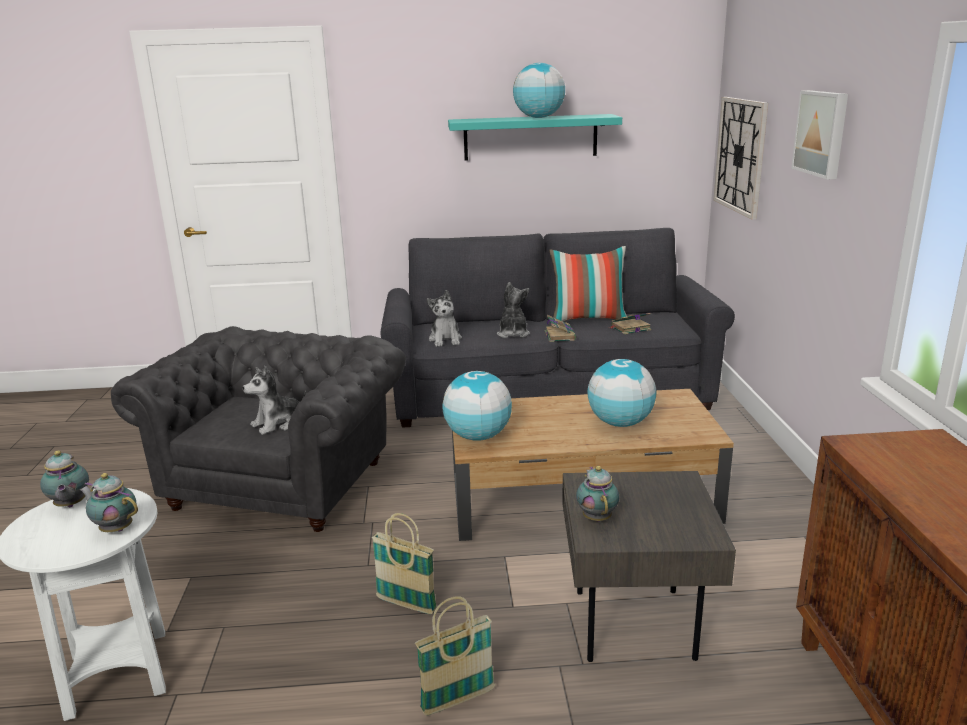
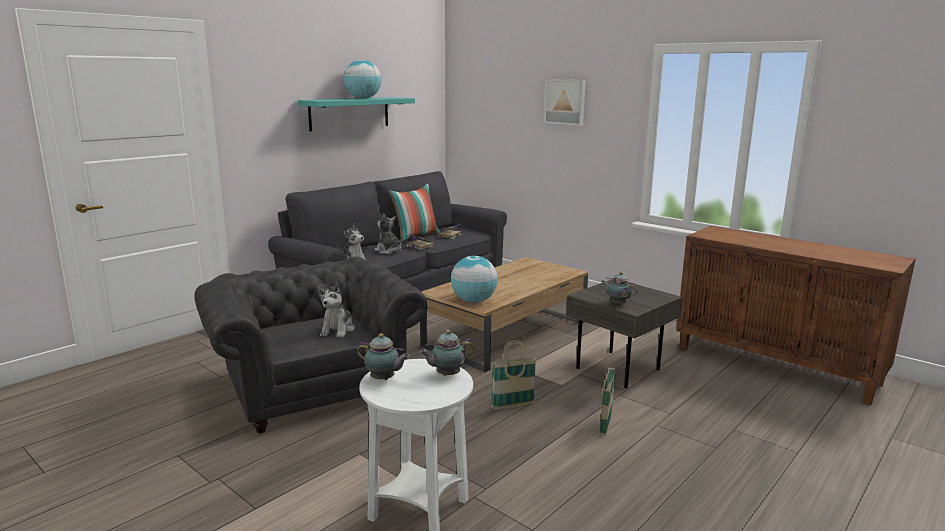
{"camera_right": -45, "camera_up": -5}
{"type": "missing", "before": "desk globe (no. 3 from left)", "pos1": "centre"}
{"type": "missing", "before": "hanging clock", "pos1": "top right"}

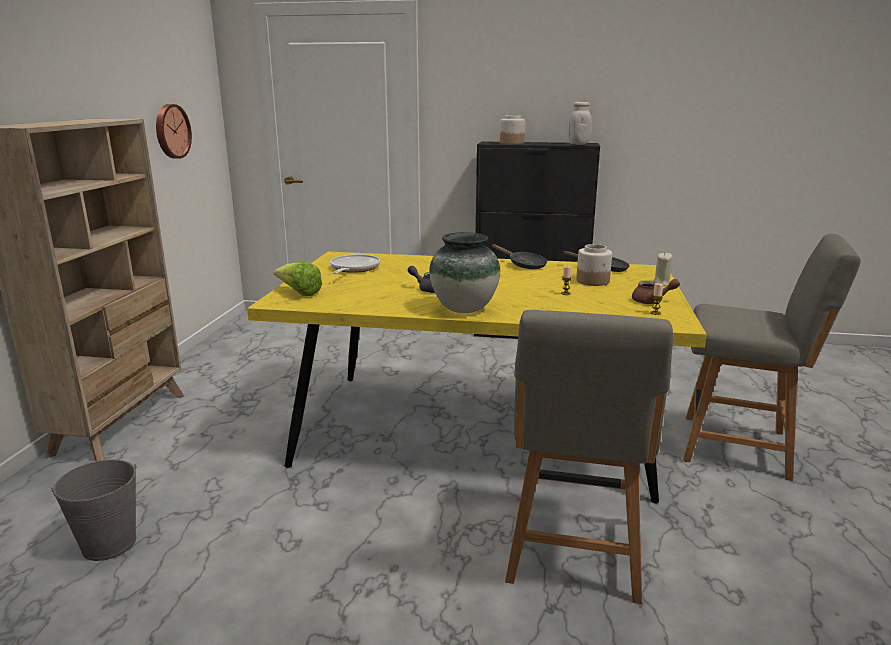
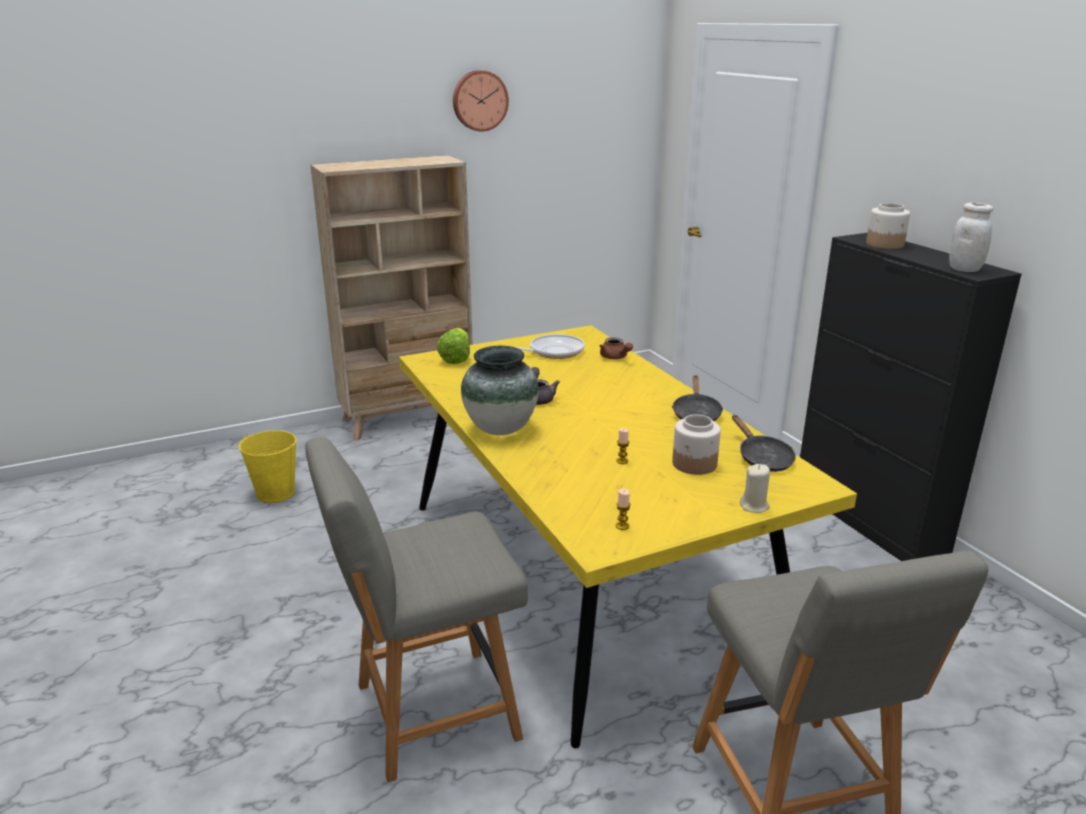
{"camera_right": 55, "camera_up": 5}
{"type": "colour", "before": "pail/grey", "after": "pail/yellow", "pos1": "bottom left", "pos2": "middle left"}
{"type": "relocated", "before": "hanging clock", "pos1": "top left", "pos2": "top centre"}
{"type": "relocated", "before": "pot for tea/brown", "pos1": "middle right", "pos2": "centre"}

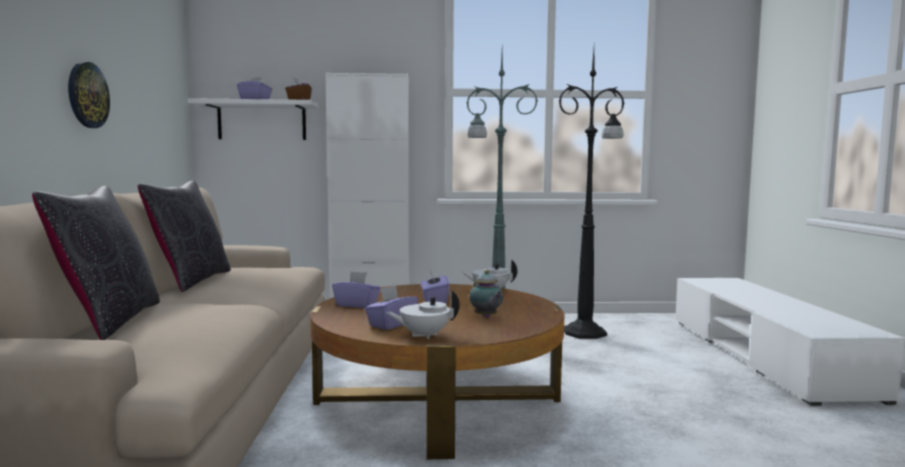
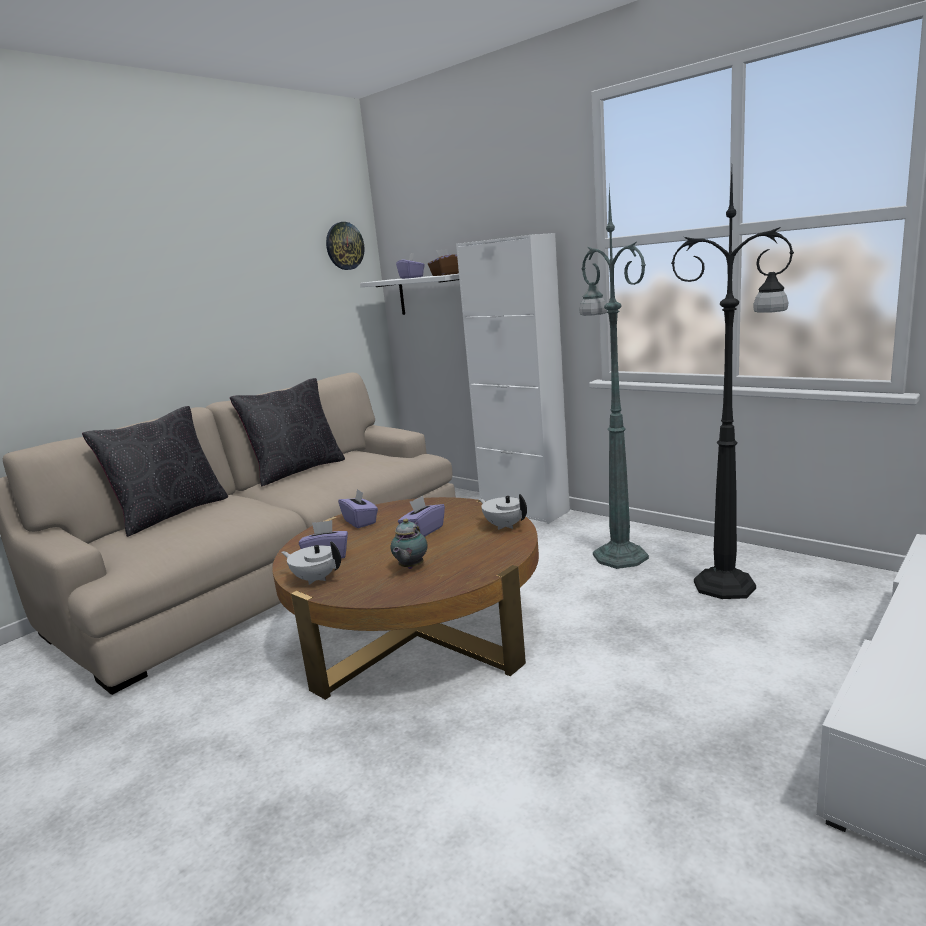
{"camera_right": 45, "camera_up": 10}
{"type": "relocated", "before": "hanging clock", "pos1": "top left", "pos2": "top centre"}

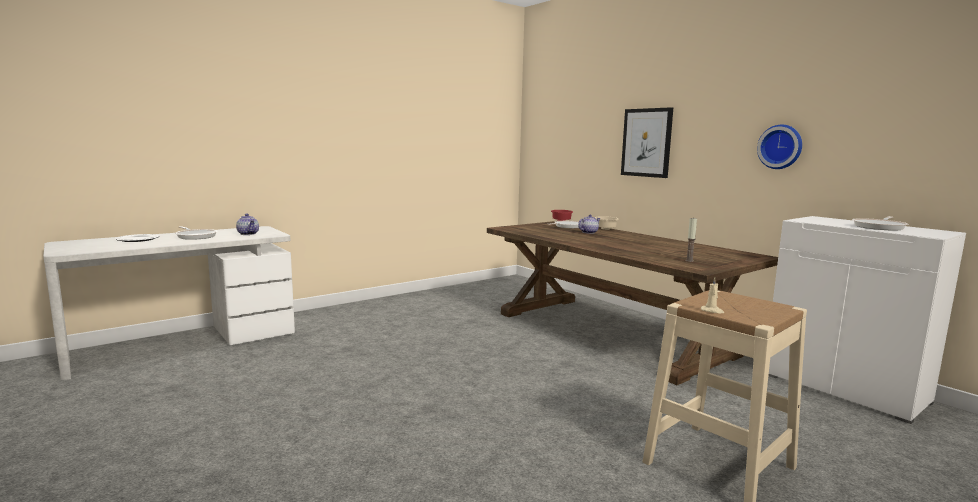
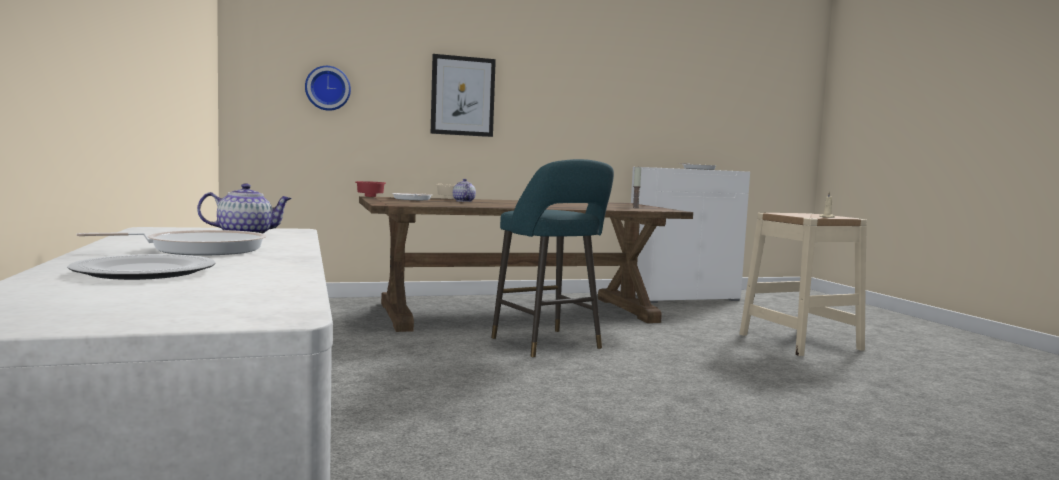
{"camera_right": -70, "camera_up": -5}
{"type": "relocated", "before": "hanging clock", "pos1": "top right", "pos2": "top left"}
{"type": "appeared", "after": "stool/blue-green", "pos2": "centre"}

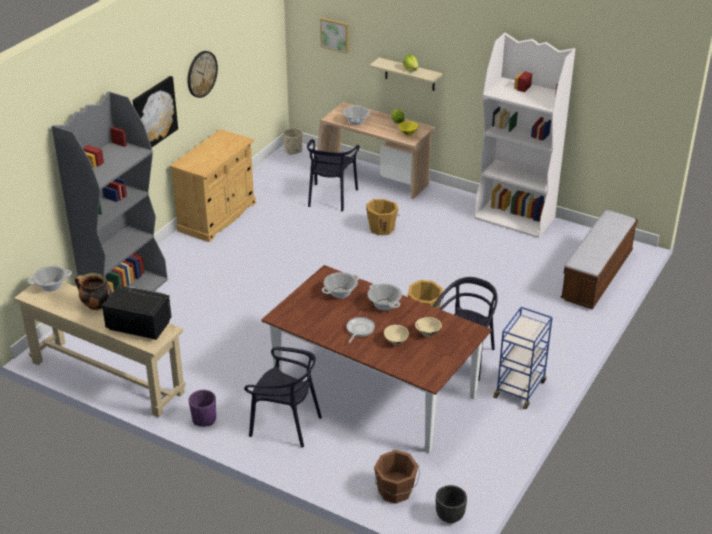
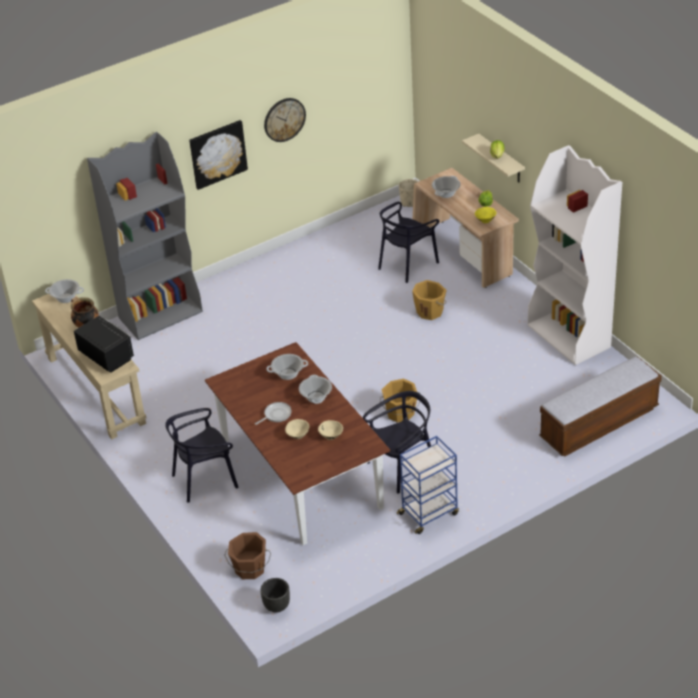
{"camera_right": 30, "camera_up": 5}
{"type": "missing", "before": "cupboard/beige-coloured", "pos1": "middle left"}
{"type": "missing", "before": "planter/purple", "pos1": "bottom left"}
{"type": "spun", "before": "plain chair/black (no. 1 from left)", "pos1": "bottom centre", "pos2": "middle left", "turn": 105}
{"type": "missing", "before": "wall art (no. 2 from left)", "pos1": "top centre"}

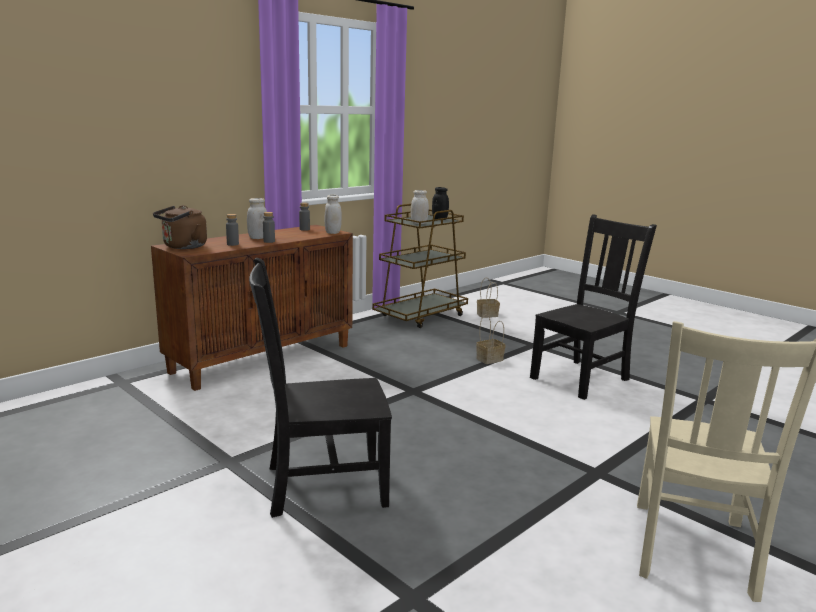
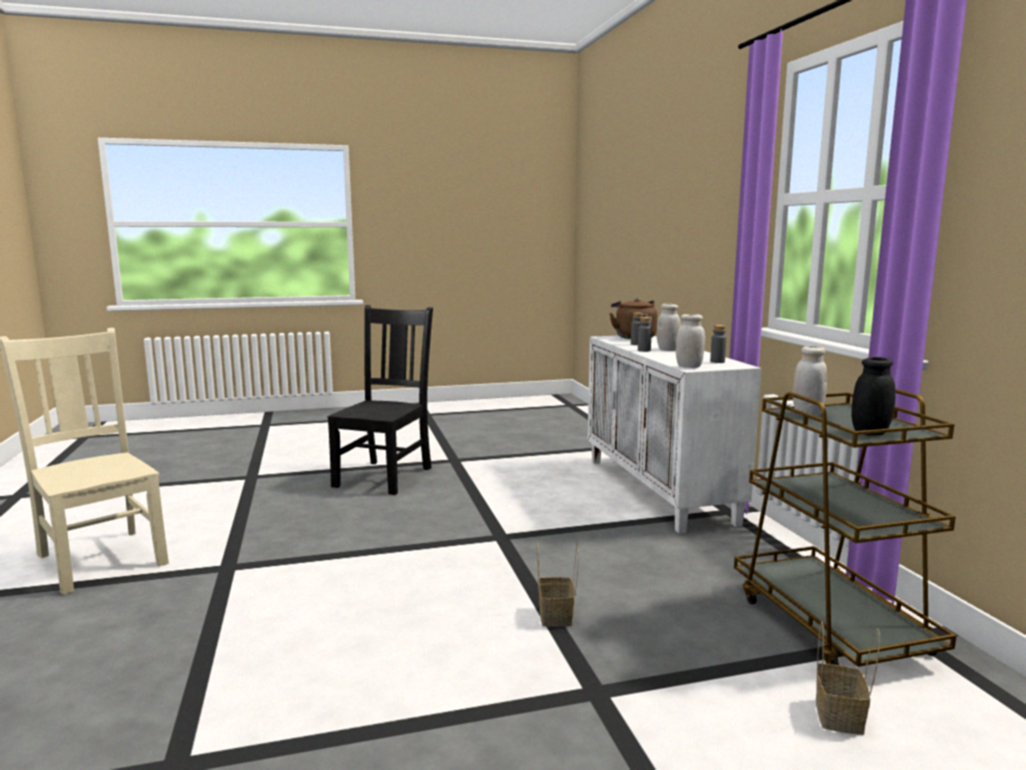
{"camera_right": 120, "camera_up": -5}
{"type": "colour", "before": "cupboard/brown", "after": "cupboard/white", "pos1": "middle left", "pos2": "centre"}
{"type": "missing", "before": "plain chair/black (no. 2 from left)", "pos1": "middle right"}

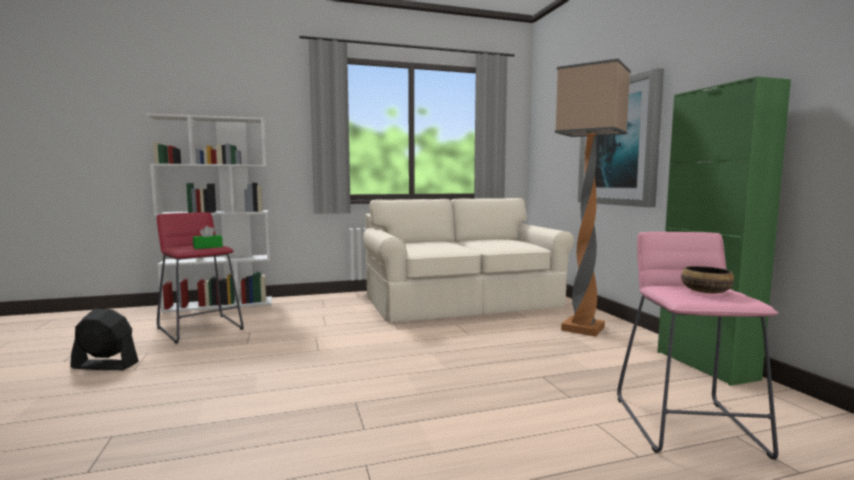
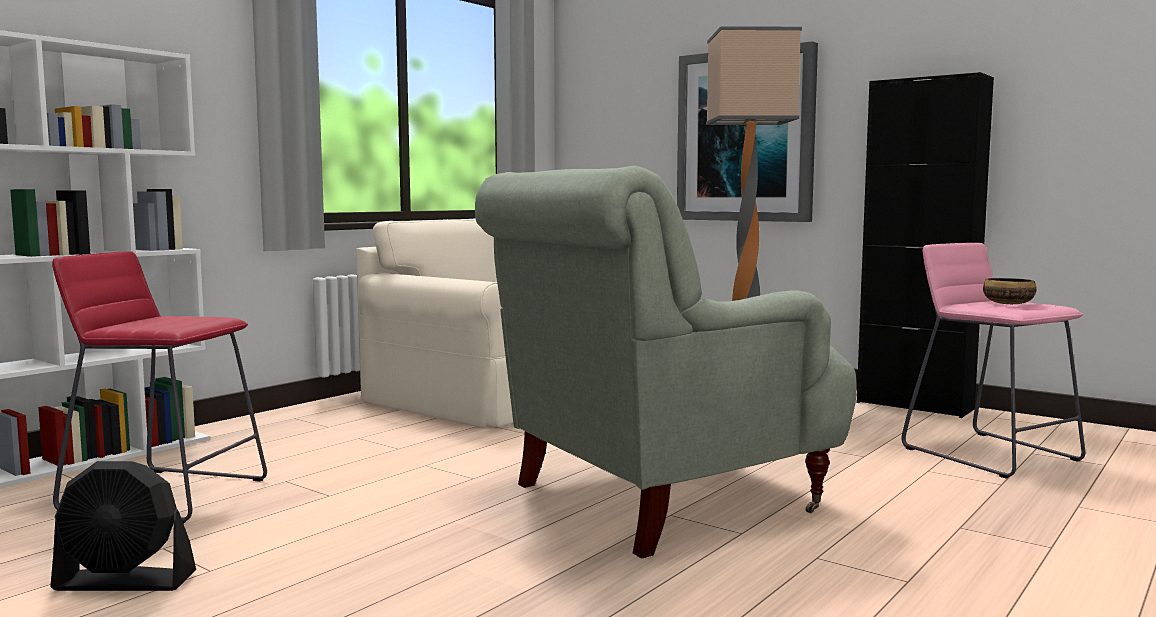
{"camera_right": -35, "camera_up": 0}
{"type": "spun", "before": "cooling fan/black", "pos1": "bottom left", "pos2": "bottom left", "turn": -150}
{"type": "missing", "before": "box of tissues/green-coloured", "pos1": "middle left"}
{"type": "colour", "before": "cupboard/green-coloured", "after": "cupboard/black", "pos1": "middle right", "pos2": "middle right"}
{"type": "appeared", "after": "easy chair/grey", "pos2": "centre"}

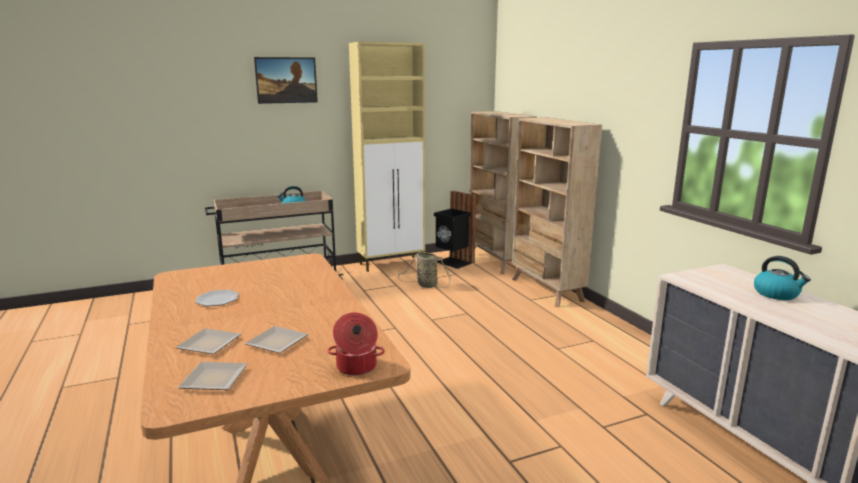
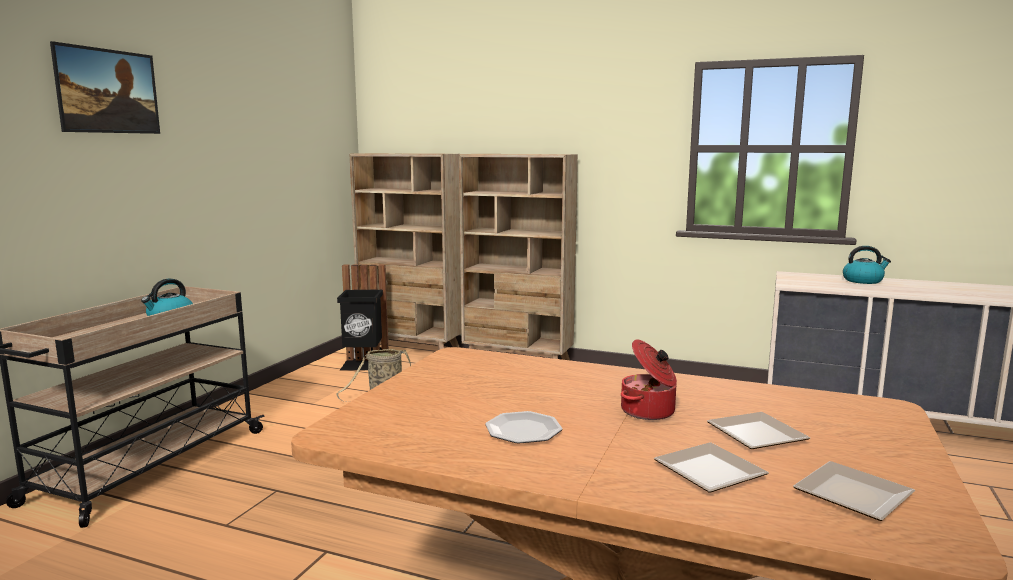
{"camera_right": -45, "camera_up": -5}
{"type": "relocated", "before": "saucepot", "pos1": "bottom centre", "pos2": "centre"}
{"type": "missing", "before": "cupboard/beige-coloured", "pos1": "top centre"}

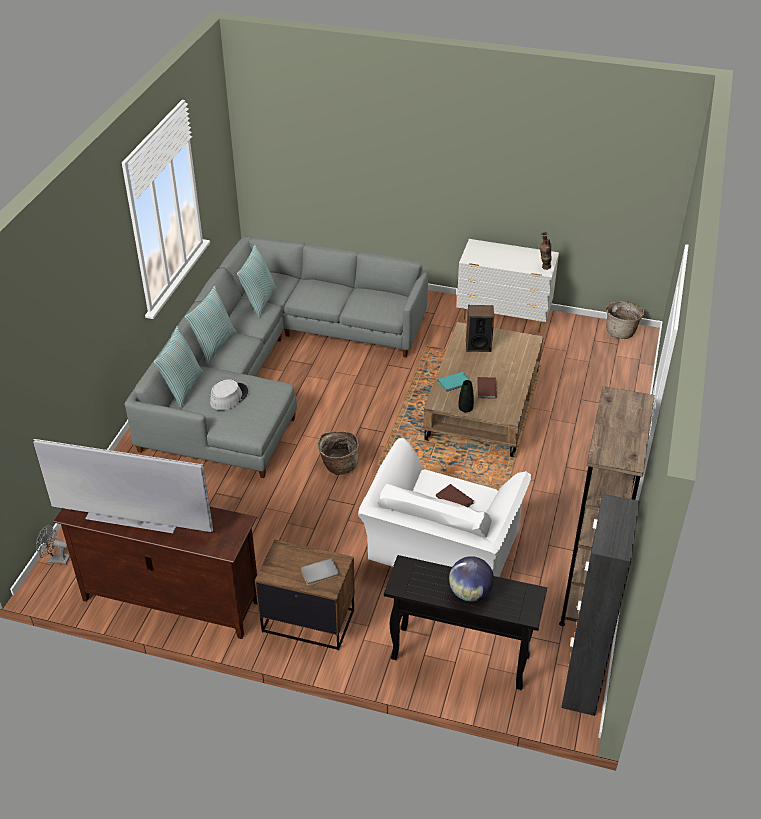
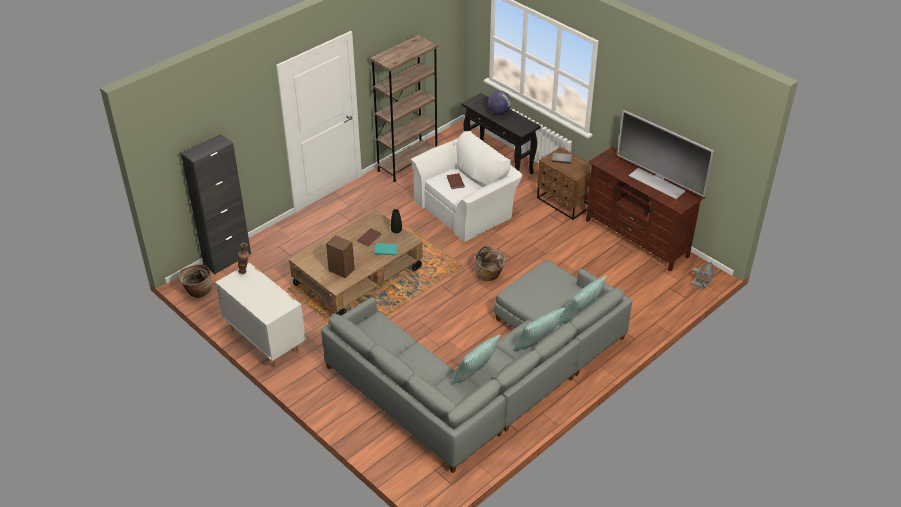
{"camera_right": -150, "camera_up": 0}
{"type": "missing", "before": "wearable hat/grey", "pos1": "middle left"}
{"type": "relocated", "before": "cupboard/black", "pos1": "bottom right", "pos2": "middle left"}

